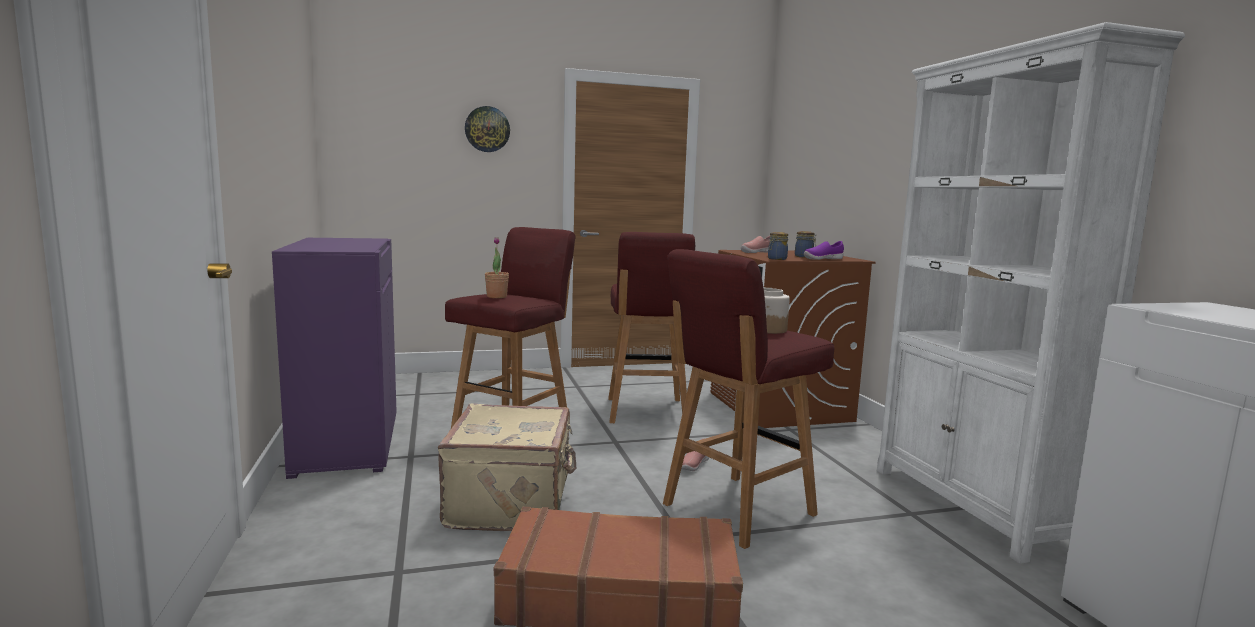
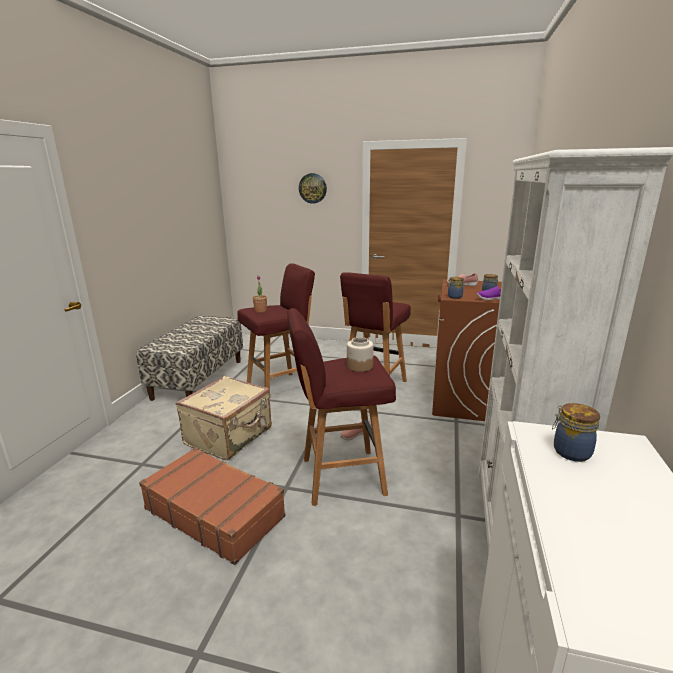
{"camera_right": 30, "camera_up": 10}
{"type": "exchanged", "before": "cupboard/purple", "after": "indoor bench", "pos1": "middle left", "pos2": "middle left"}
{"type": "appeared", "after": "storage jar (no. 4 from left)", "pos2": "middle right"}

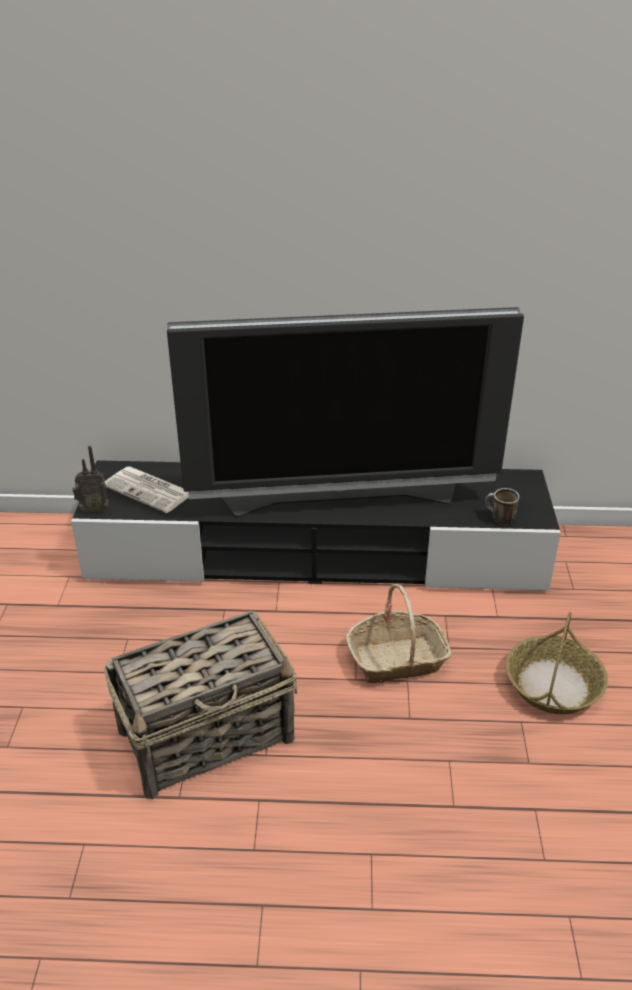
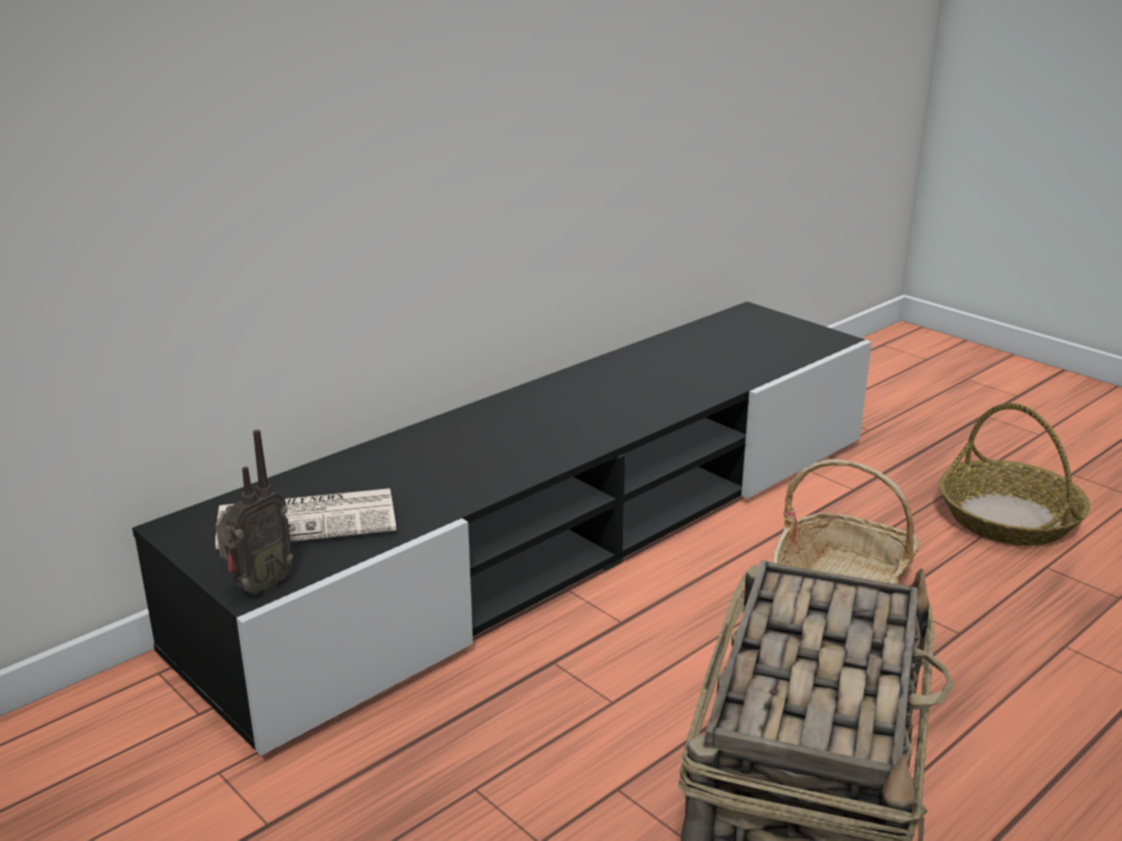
{"camera_right": -45, "camera_up": -10}
{"type": "missing", "before": "TV set", "pos1": "centre"}
{"type": "missing", "before": "coffee mug", "pos1": "middle right"}

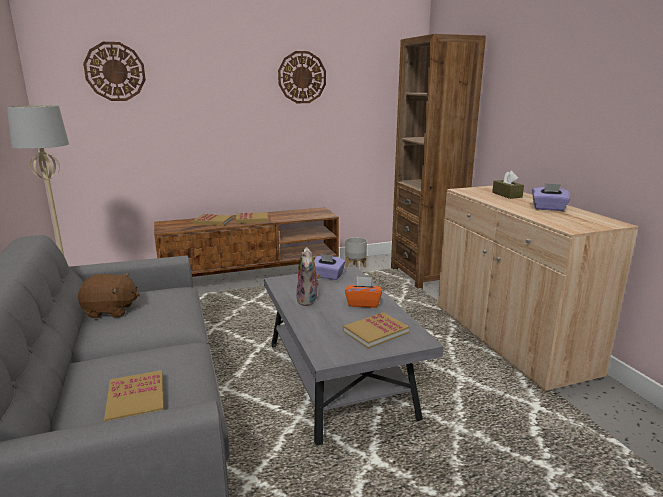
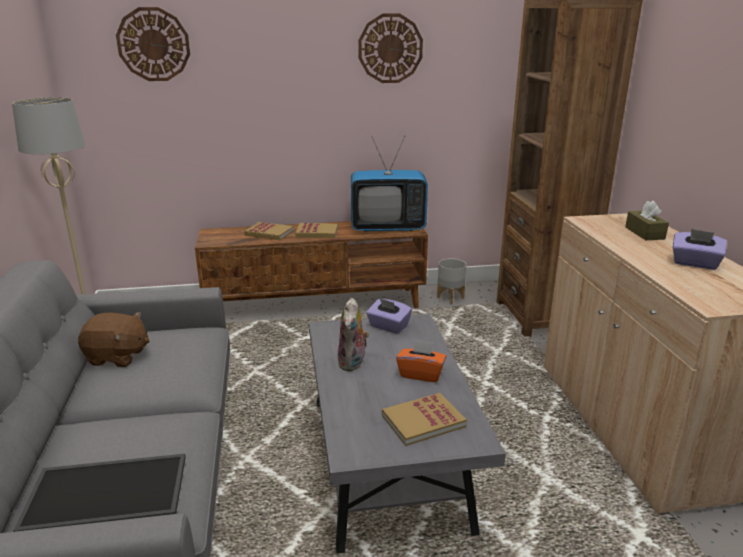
{"camera_right": 10, "camera_up": 5}
{"type": "exchanged", "before": "book (no. 1 from left)", "after": "tray", "pos1": "bottom left", "pos2": "bottom left"}
{"type": "appeared", "after": "TV set", "pos2": "top centre"}

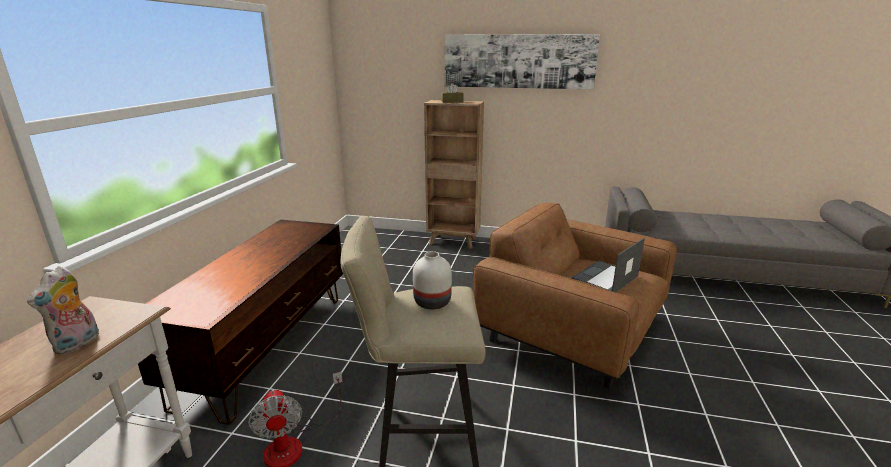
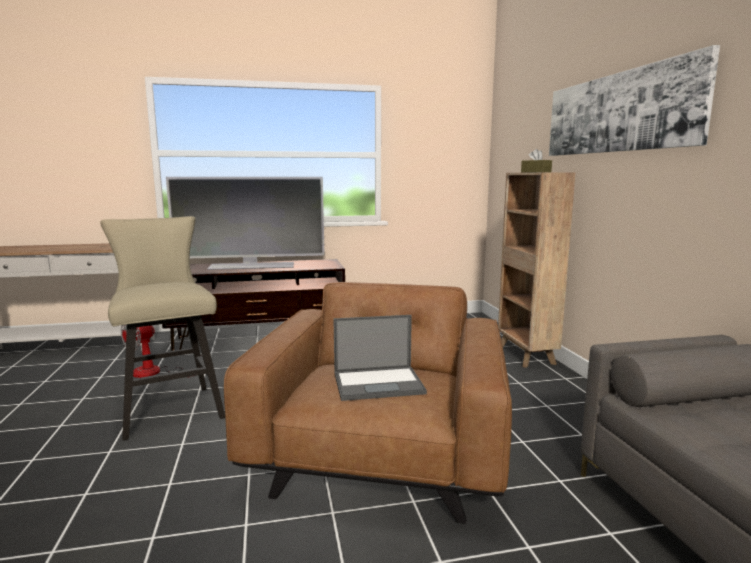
{"camera_right": 65, "camera_up": -10}
{"type": "missing", "before": "plush toy", "pos1": "middle left"}
{"type": "missing", "before": "vase/white", "pos1": "centre"}
{"type": "spun", "before": "notebook computer", "pos1": "middle right", "pos2": "centre", "turn": 150}
{"type": "appeared", "after": "TV set", "pos2": "middle left"}

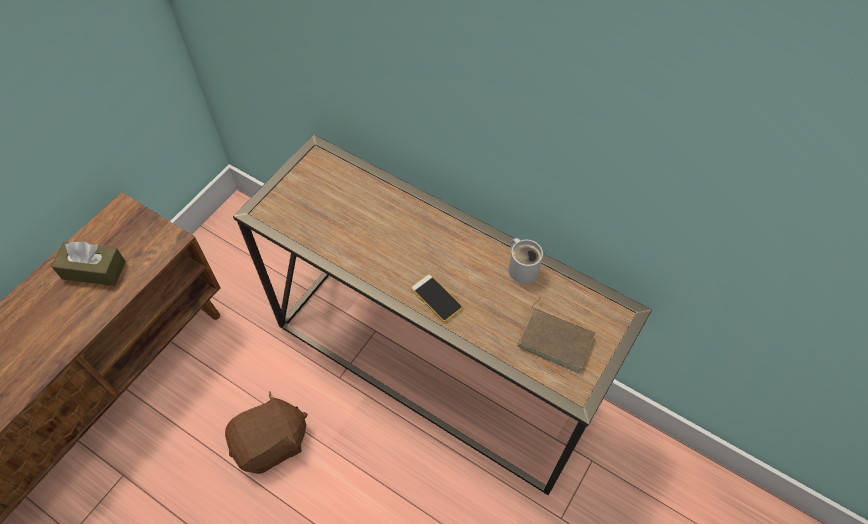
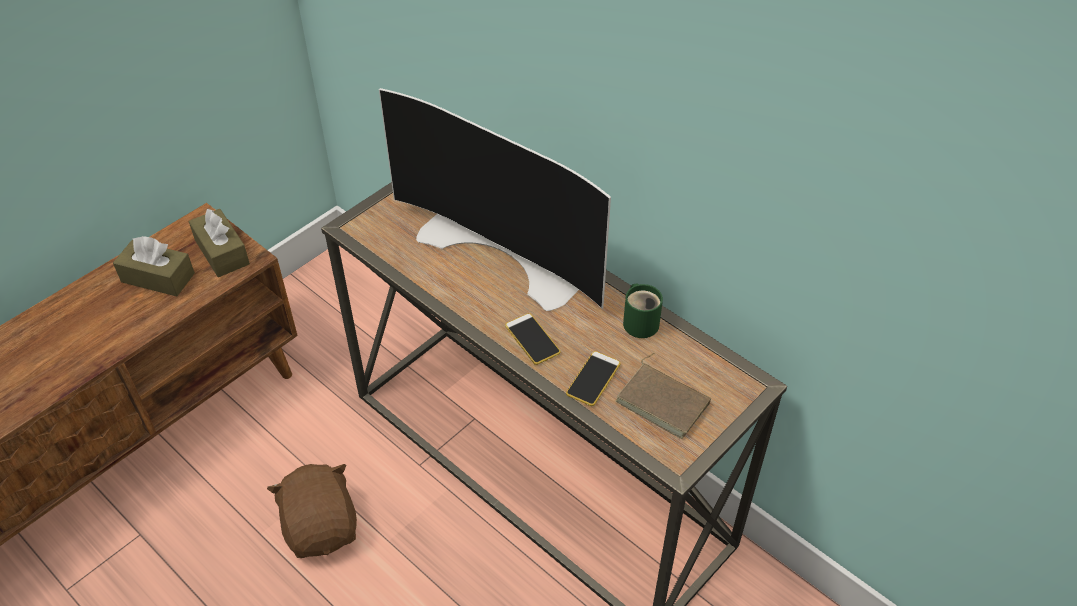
{"camera_right": 10, "camera_up": -10}
{"type": "spun", "before": "plush toy/brown", "pos1": "bottom left", "pos2": "bottom left", "turn": -90}
{"type": "colour", "before": "coffee mug/white", "after": "coffee mug/green-coloured", "pos1": "centre", "pos2": "centre"}
{"type": "appeared", "after": "box of tissues/brown (no. 2 from left)", "pos2": "middle left"}
{"type": "appeared", "after": "TV set", "pos2": "top centre"}
{"type": "appeared", "after": "telephone (no. 2 from left)", "pos2": "centre"}

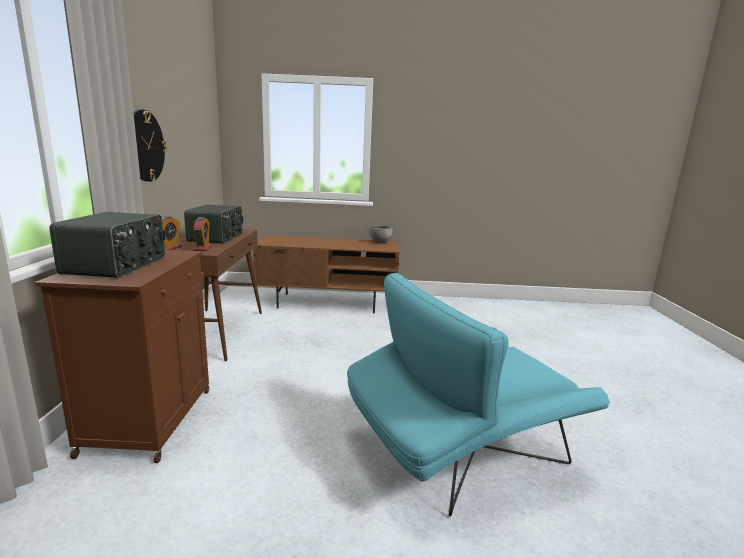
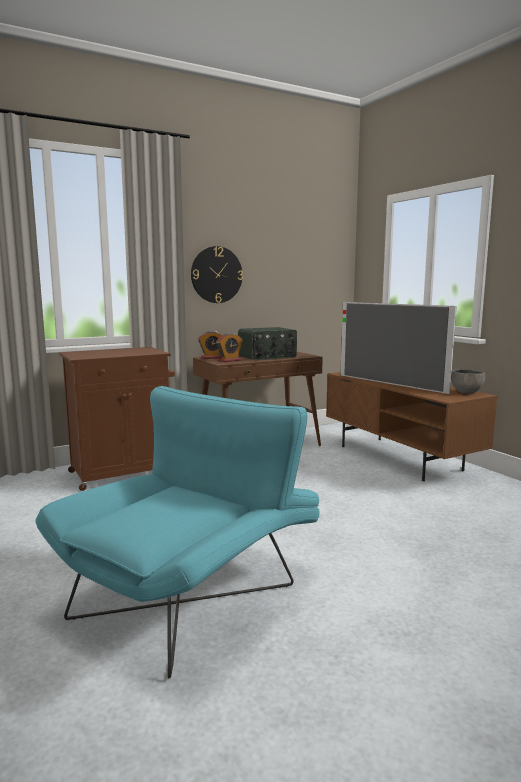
{"camera_right": 60, "camera_up": -5}
{"type": "missing", "before": "radio receiver (no. 1 from left)", "pos1": "middle left"}
{"type": "spun", "before": "easy chair/blue-green", "pos1": "bottom centre", "pos2": "bottom centre", "turn": 90}
{"type": "appeared", "after": "TV set", "pos2": "middle right"}

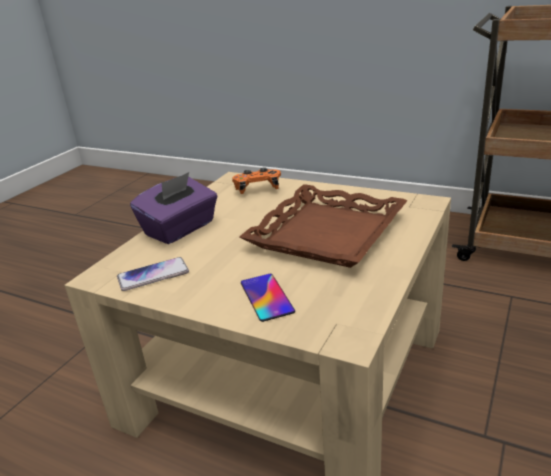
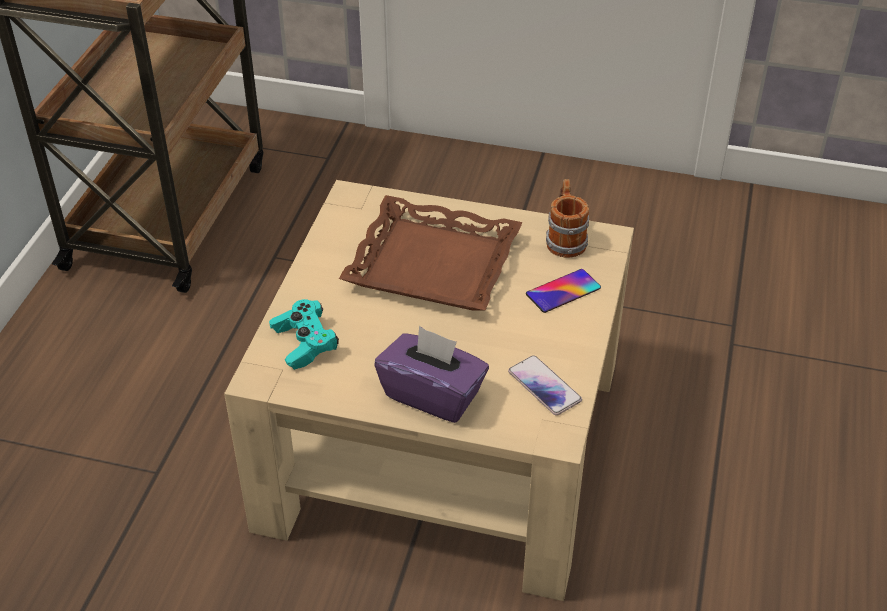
{"camera_right": -105, "camera_up": 15}
{"type": "colour", "before": "joypad/orangey", "after": "joypad/blue-green", "pos1": "centre", "pos2": "centre"}
{"type": "appeared", "after": "coffee mug", "pos2": "centre"}

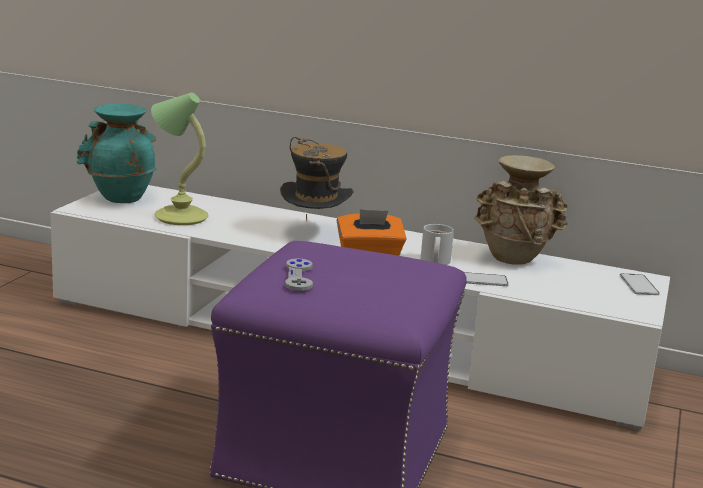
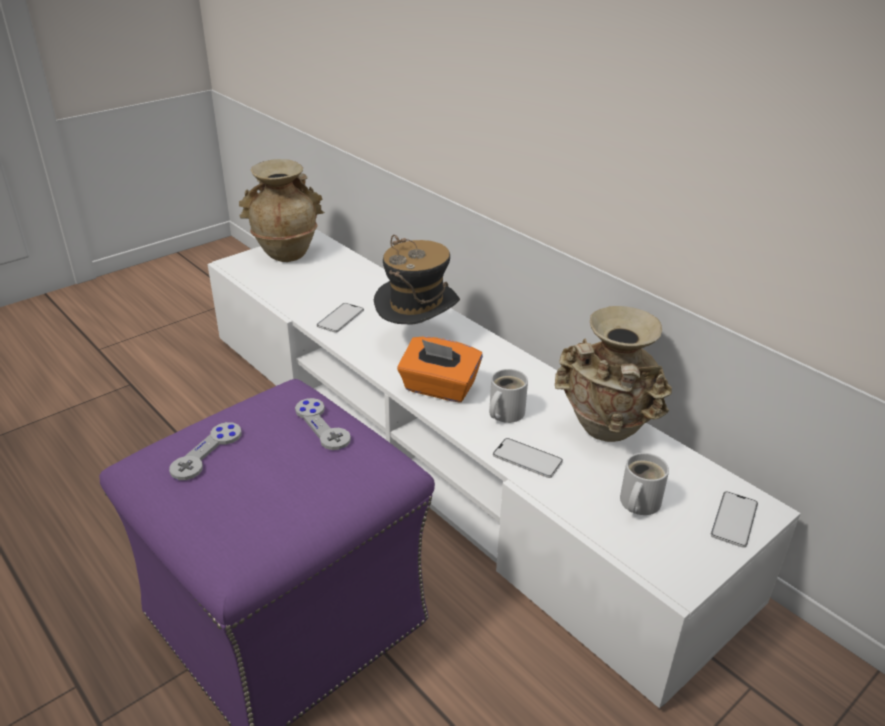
{"camera_right": 30, "camera_up": 15}
{"type": "colour", "before": "vase/blue-green", "after": "vase/beige-coloured (no. 1 from left)", "pos1": "top left", "pos2": "top left"}
{"type": "missing", "before": "tabletop lamp", "pos1": "top left"}
{"type": "appeared", "after": "joypad/grey (no. 2 from left)", "pos2": "centre"}
{"type": "appeared", "after": "telephone (no. 1 from left)", "pos2": "centre"}
{"type": "appeared", "after": "coffee mug/white (no. 2 from left)", "pos2": "bottom right"}

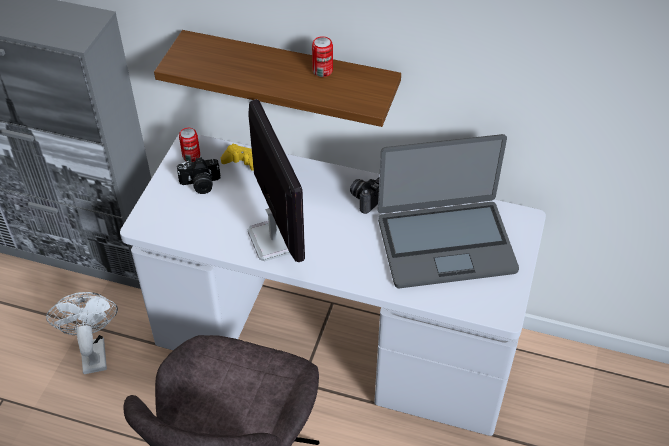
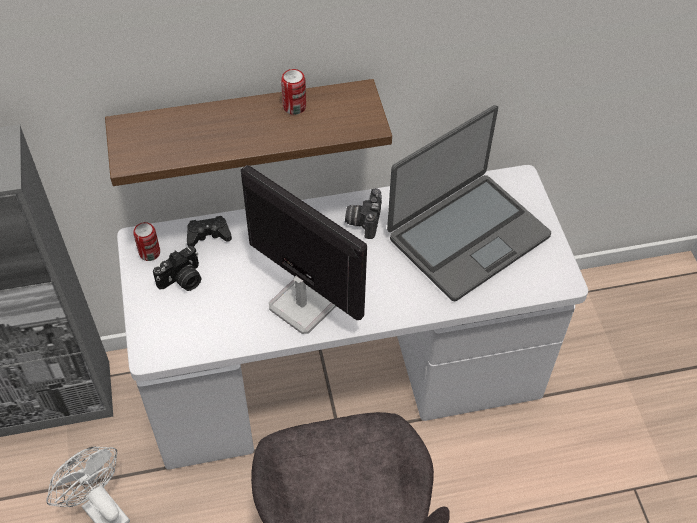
{"camera_right": -30, "camera_up": 5}
{"type": "colour", "before": "joypad/yellow", "after": "joypad/black", "pos1": "centre", "pos2": "middle left"}

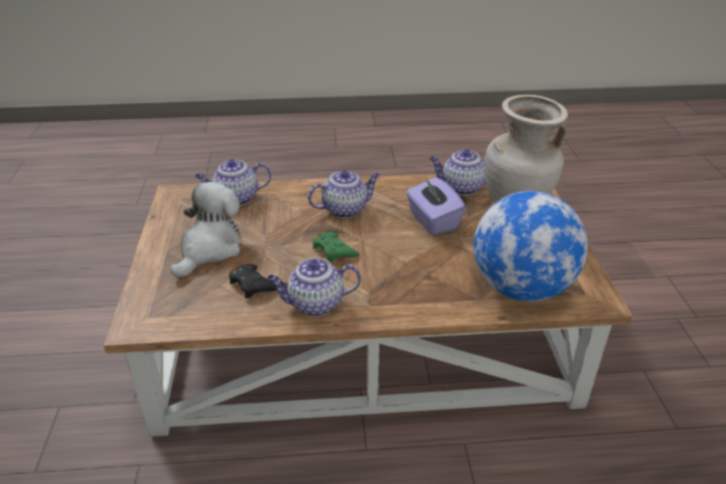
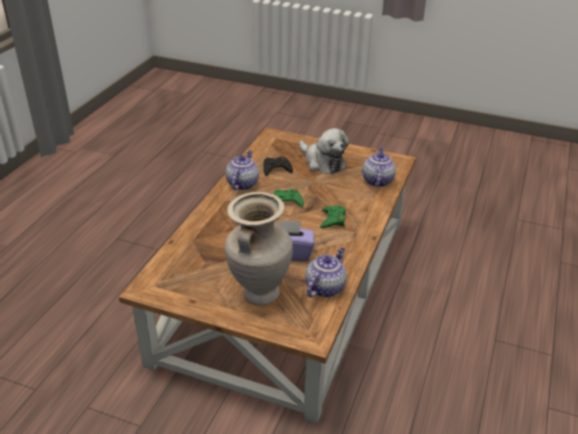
{"camera_right": 115, "camera_up": 0}
{"type": "exchanged", "before": "pot for tea (no. 3 from left)", "after": "joypad/green-coloured (no. 2 from left)", "pos1": "centre", "pos2": "centre"}
{"type": "missing", "before": "desk globe", "pos1": "middle right"}

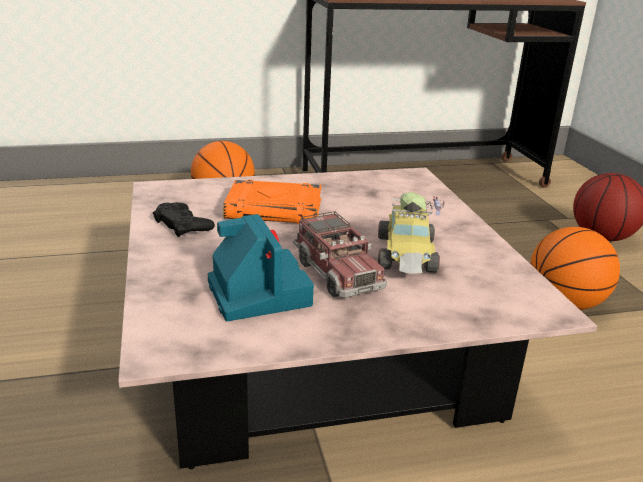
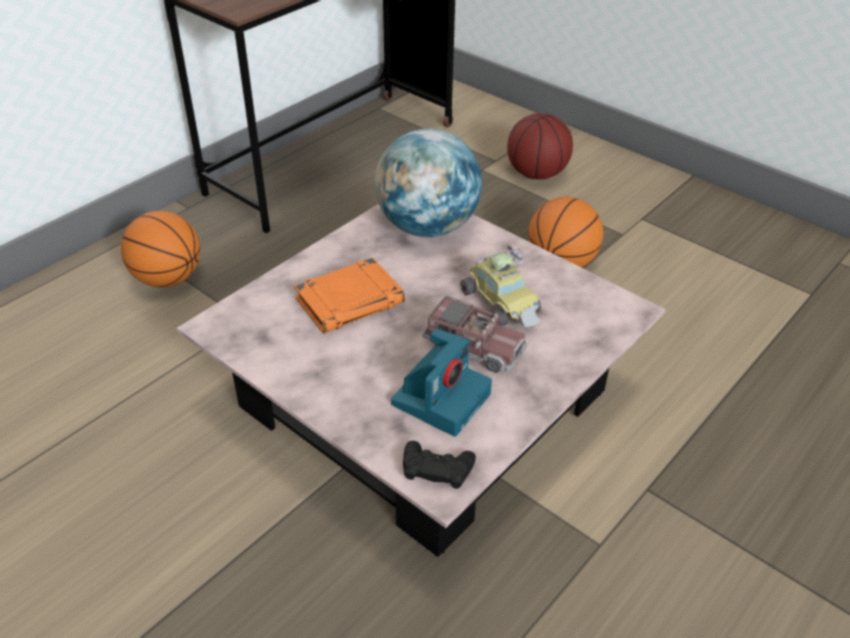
{"camera_right": -35, "camera_up": 15}
{"type": "relocated", "before": "joypad/black", "pos1": "middle left", "pos2": "bottom centre"}
{"type": "spun", "before": "photo camera", "pos1": "centre", "pos2": "centre", "turn": 90}
{"type": "appeared", "after": "desk globe", "pos2": "top centre"}

